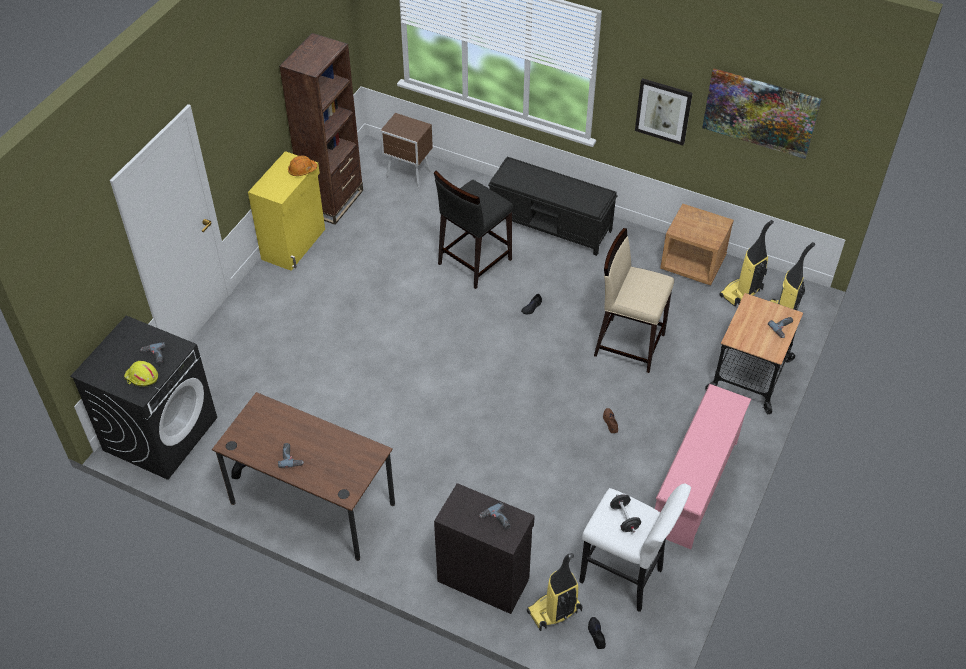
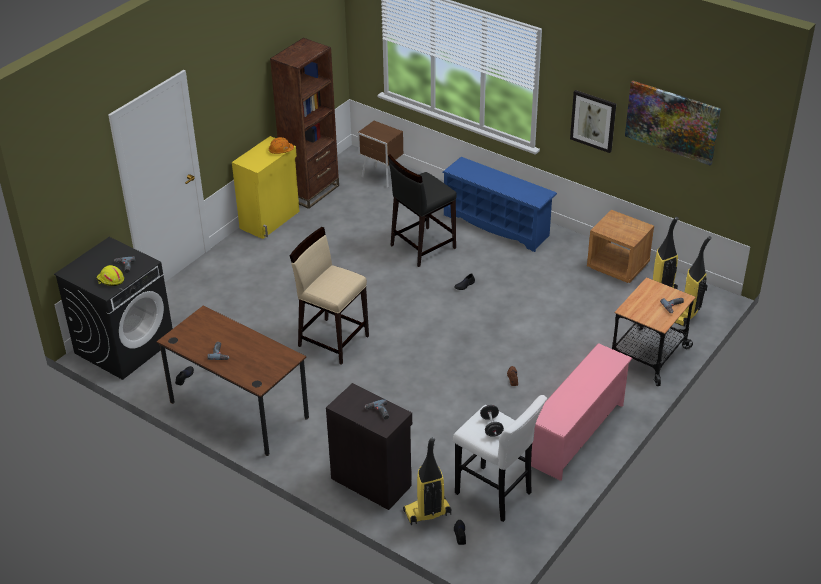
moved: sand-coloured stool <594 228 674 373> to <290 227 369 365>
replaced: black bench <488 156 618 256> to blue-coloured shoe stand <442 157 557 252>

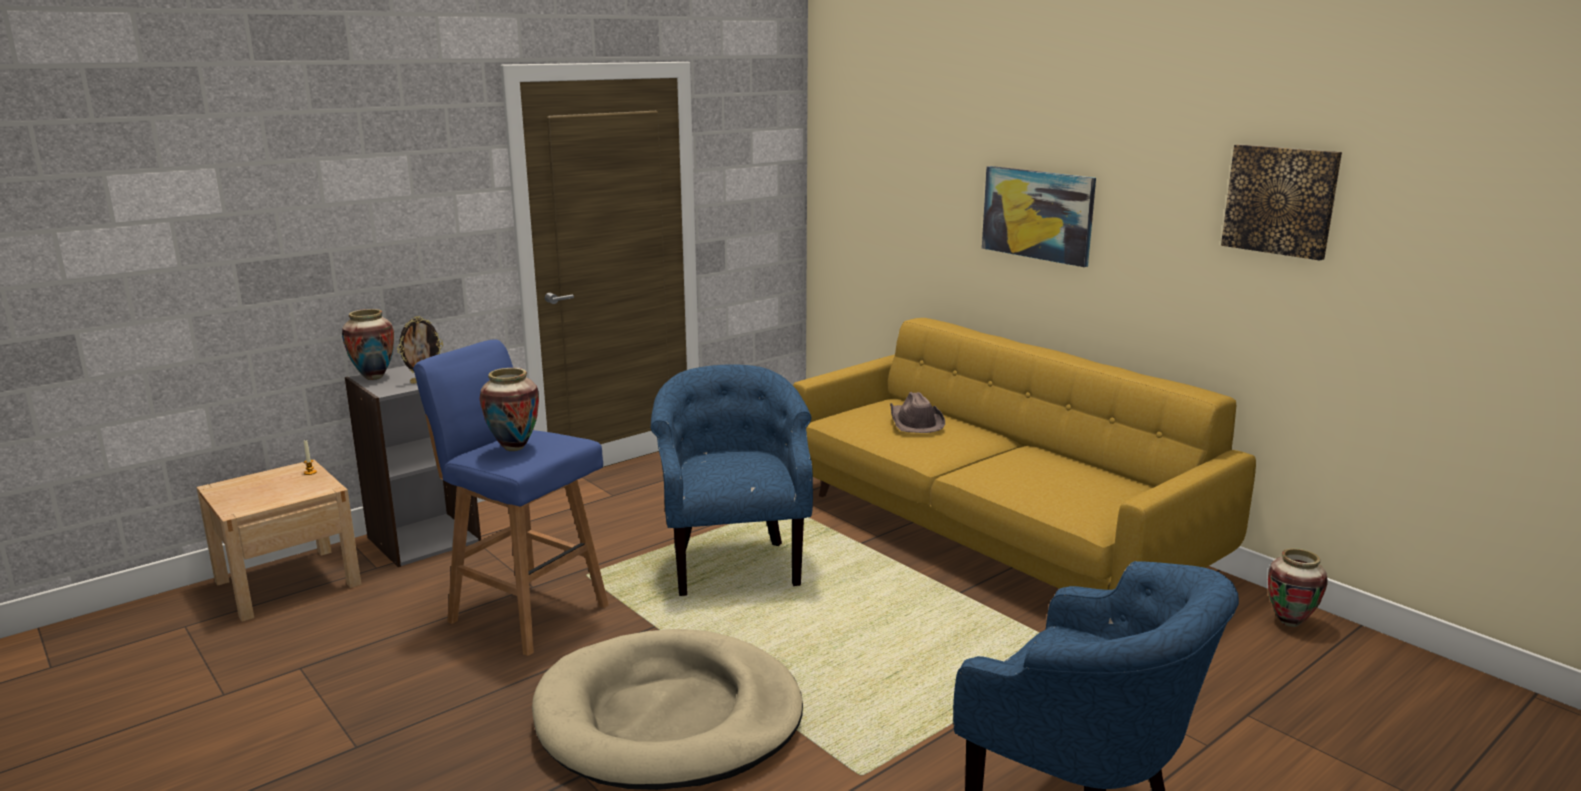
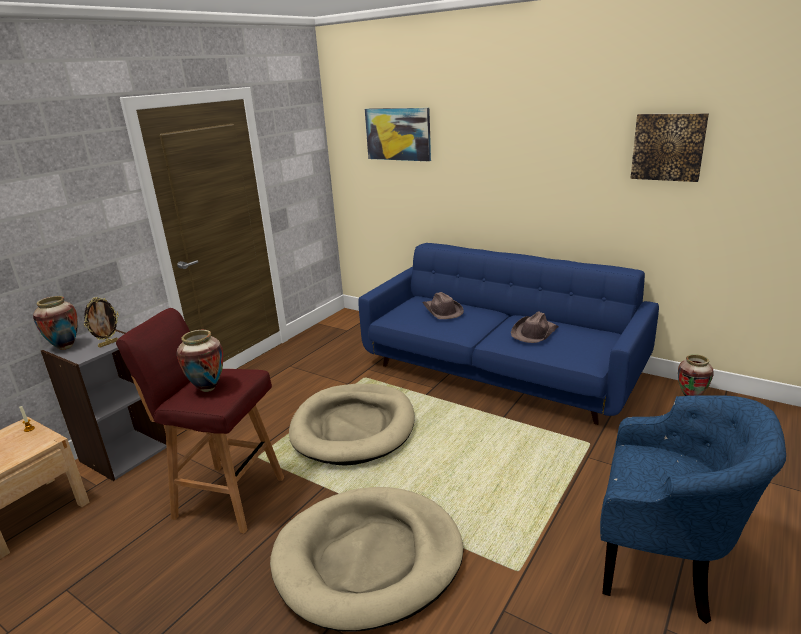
added: brown-coloured wearable hat <511 312 559 343>
moved: wall art <982 166 1096 267> to <365 108 431 161>
replaced: blue-coloured easy chair <651 364 813 596> to sand-coloured pet bed <289 384 415 466>
recoloured: blue-coloured stool <413 339 609 656> to red stool <116 308 284 533>; yellowish sofa <793 318 1256 590> to blue-coloured sofa <358 243 659 425>

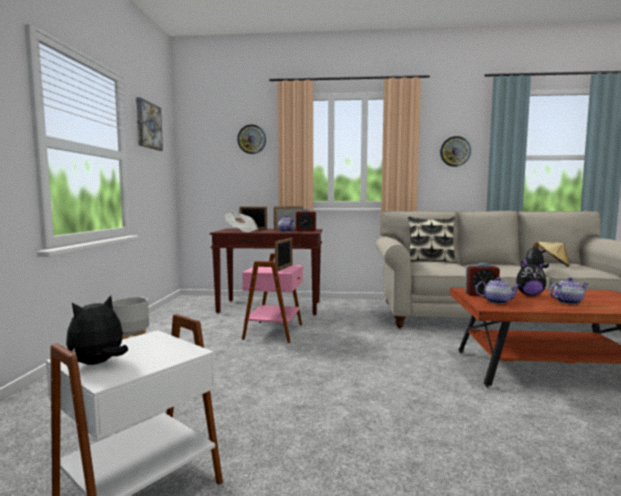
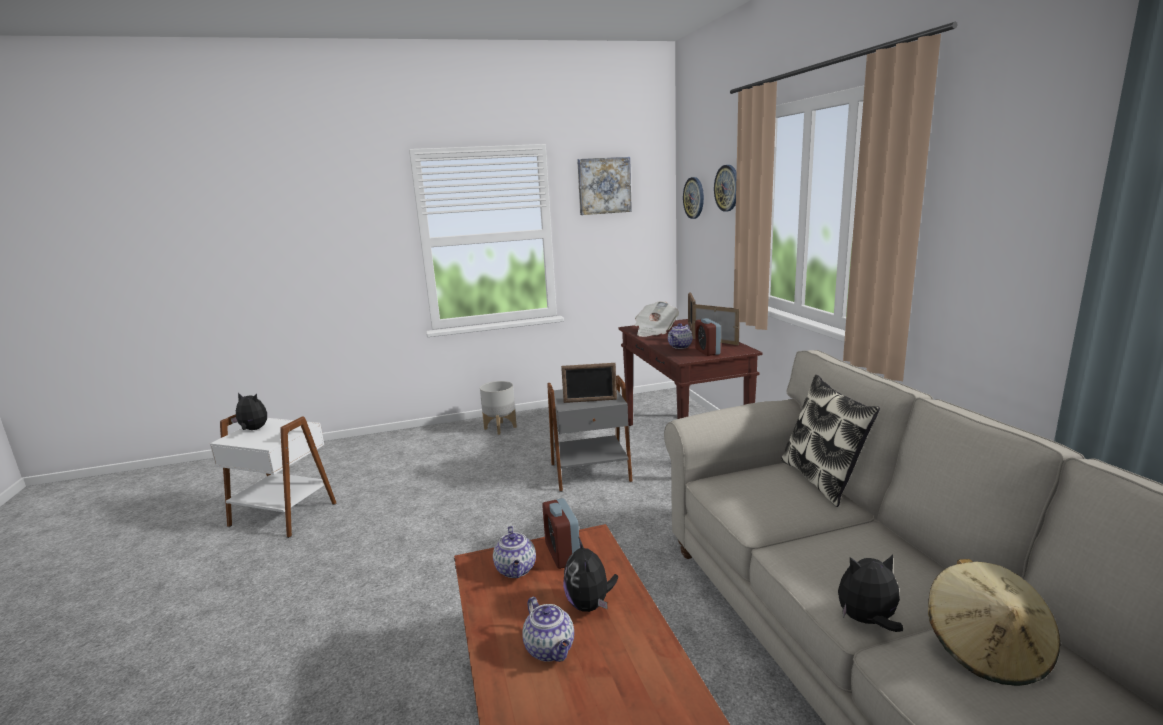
moved: hanging clock <440 136 471 167> to <683 177 704 219>
recoloured: pinkish accent table <242 253 303 343> to greyish accent table <547 375 633 492>

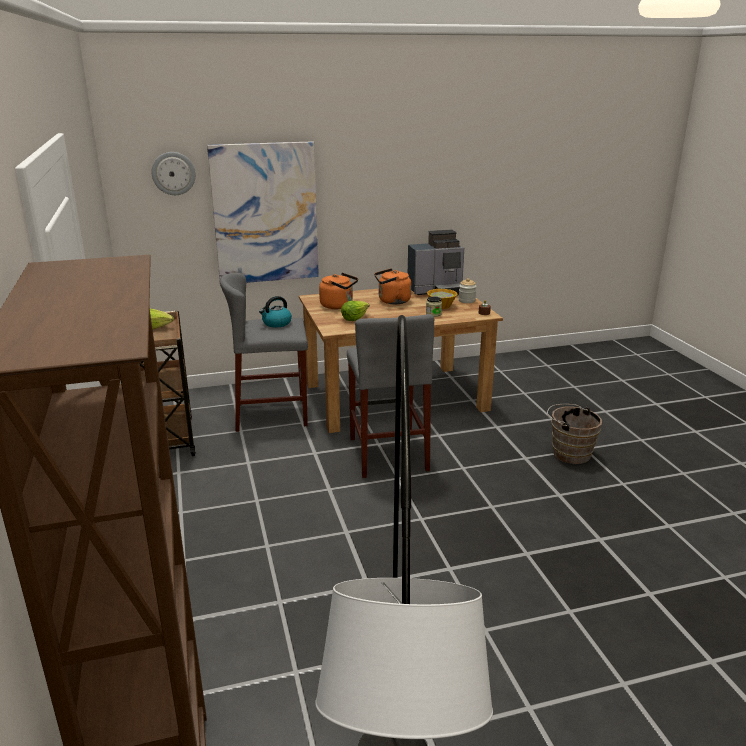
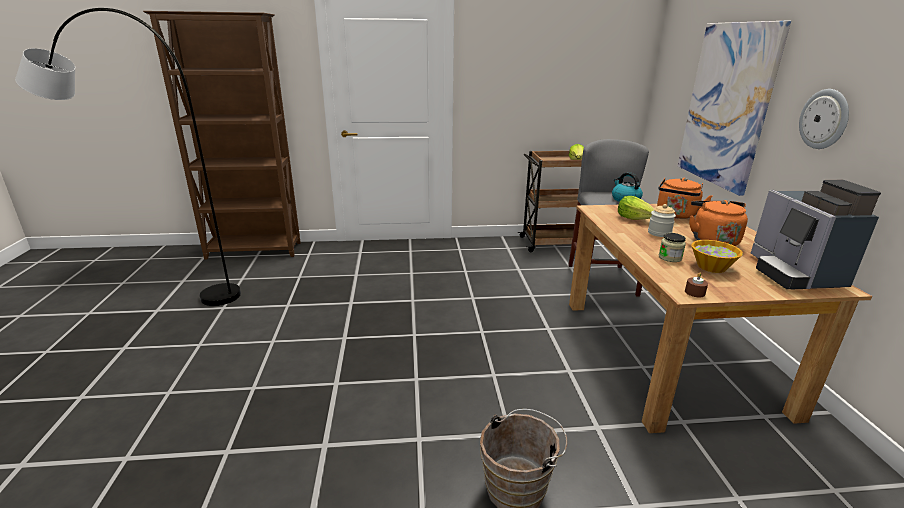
removed: greyish stool <347 314 434 478>
moved: hanging clock <151 152 196 195> to <799 89 849 149>; preserve jar <458 278 477 303> to <648 204 676 237>

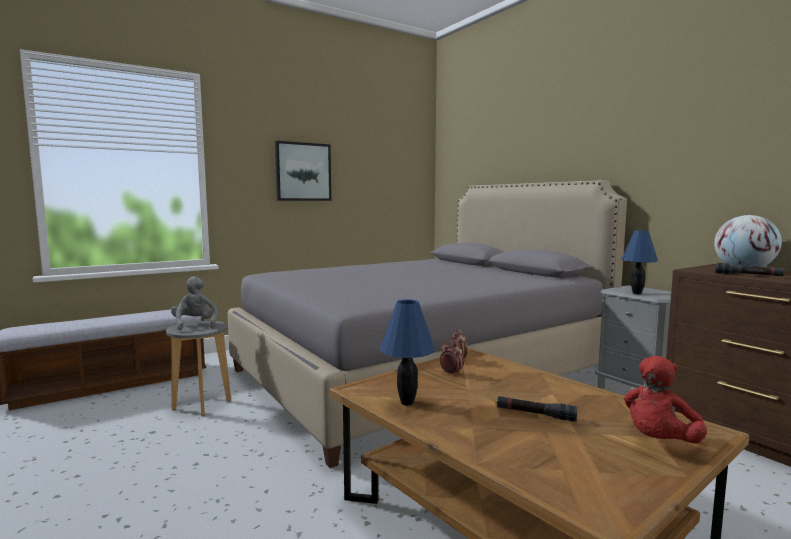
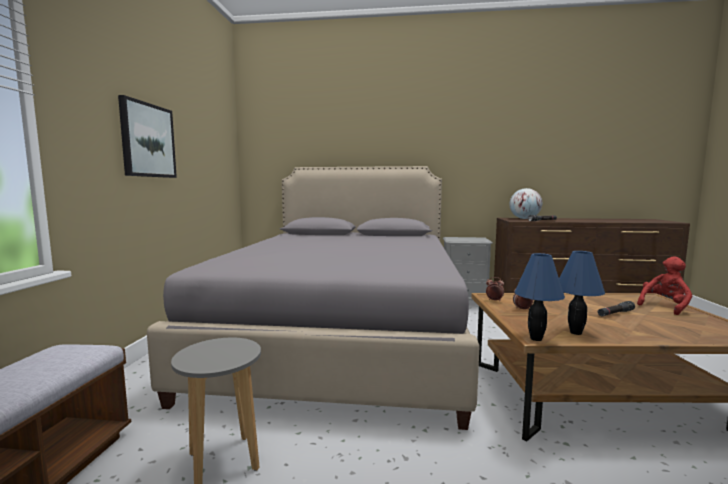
removed: greyish cuddly toy <171 276 218 330>
moved: blue-coloured table lamp <621 230 658 294> to <515 253 565 341>
turned: red cuddly toy <624 356 707 444> = <637 256 692 315> 120 degrees counterclockwise

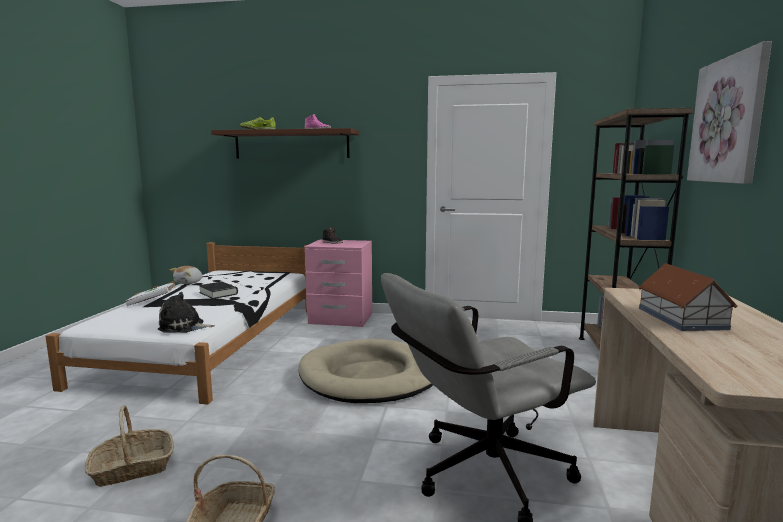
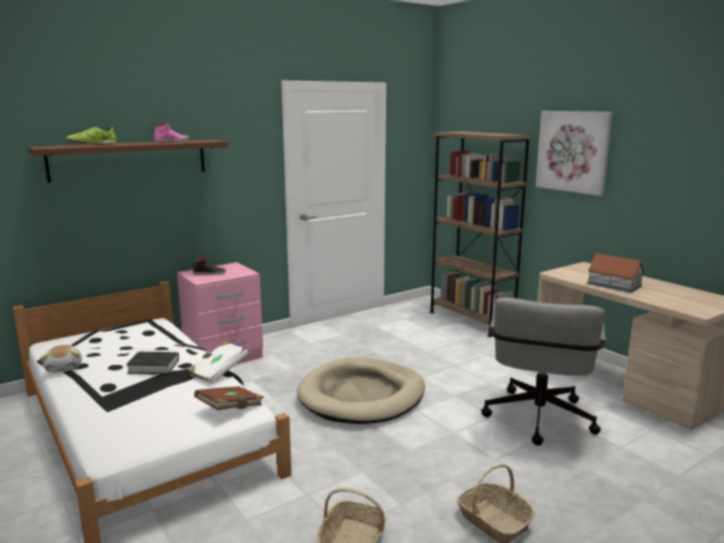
moved: whitish bound book <125 281 177 306> to <188 341 248 384>
replaced: cuddly toy <157 292 215 333> to brown-coloured bound book <194 386 264 410>

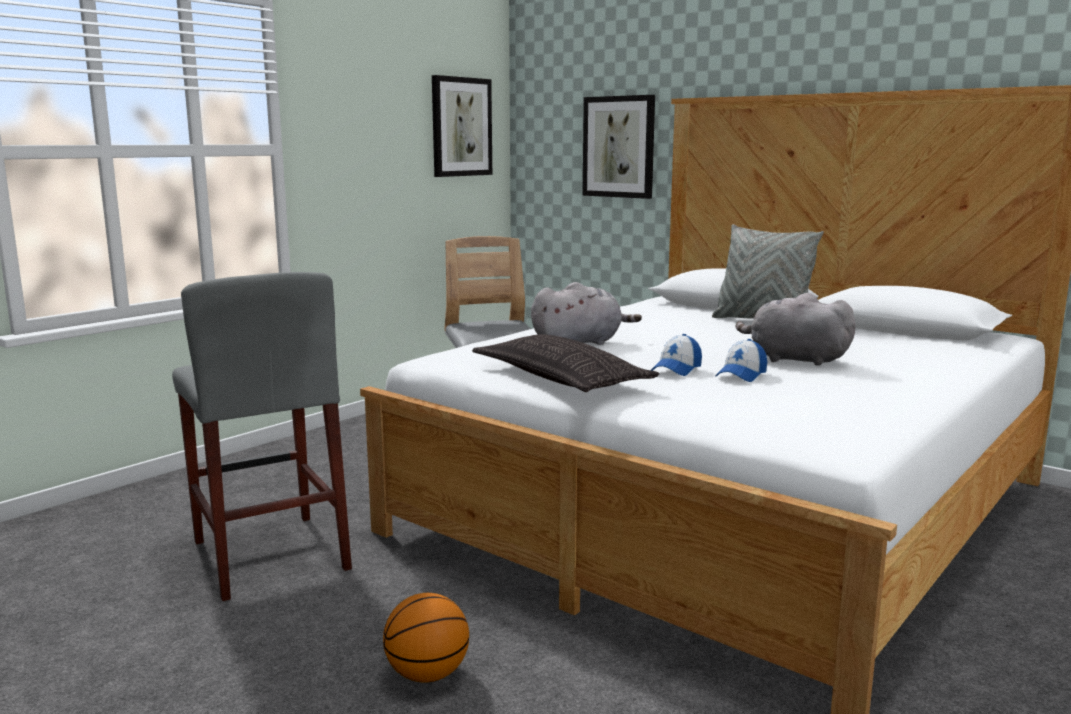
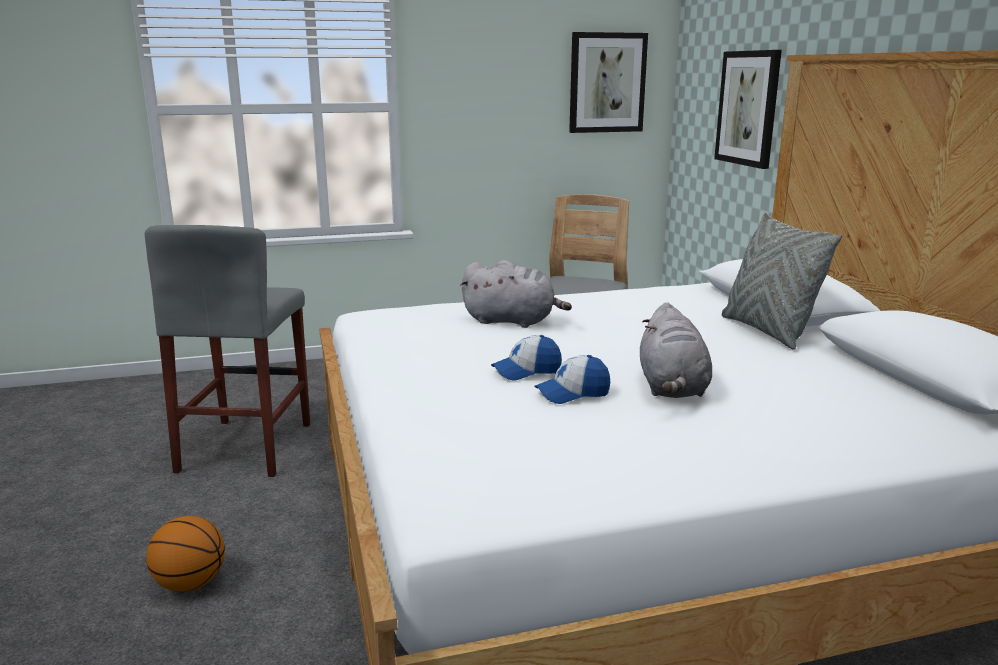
removed: pillow <472 334 659 392>
turned: greyish cuddly toy <736 293 855 366> = <640 302 712 398> 150 degrees counterclockwise

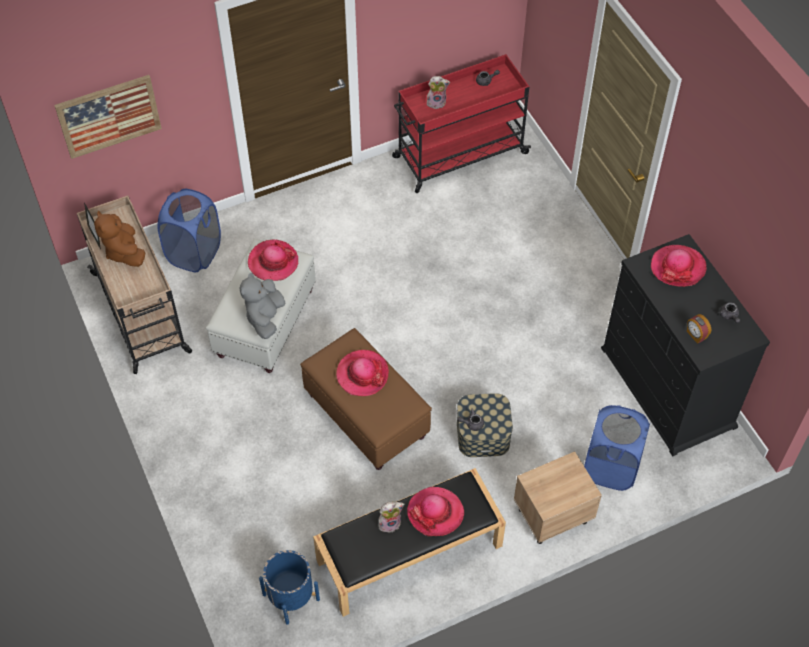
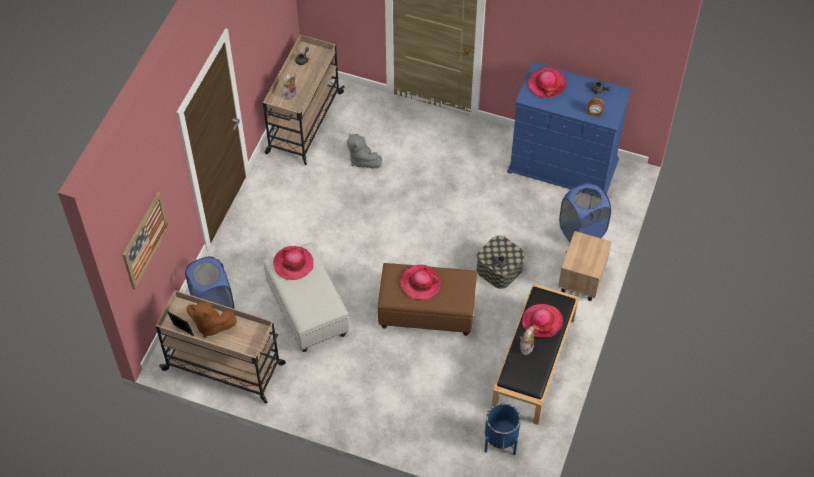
moved: greyish cuddly toy <239 272 285 339> to <347 133 382 169>
recoloured: red wheeled cart <392 54 531 193> to sand-coloured wheeled cart <263 35 345 165>; black chest of drawers <601 234 770 456> to blue-coloured chest of drawers <507 62 631 195>

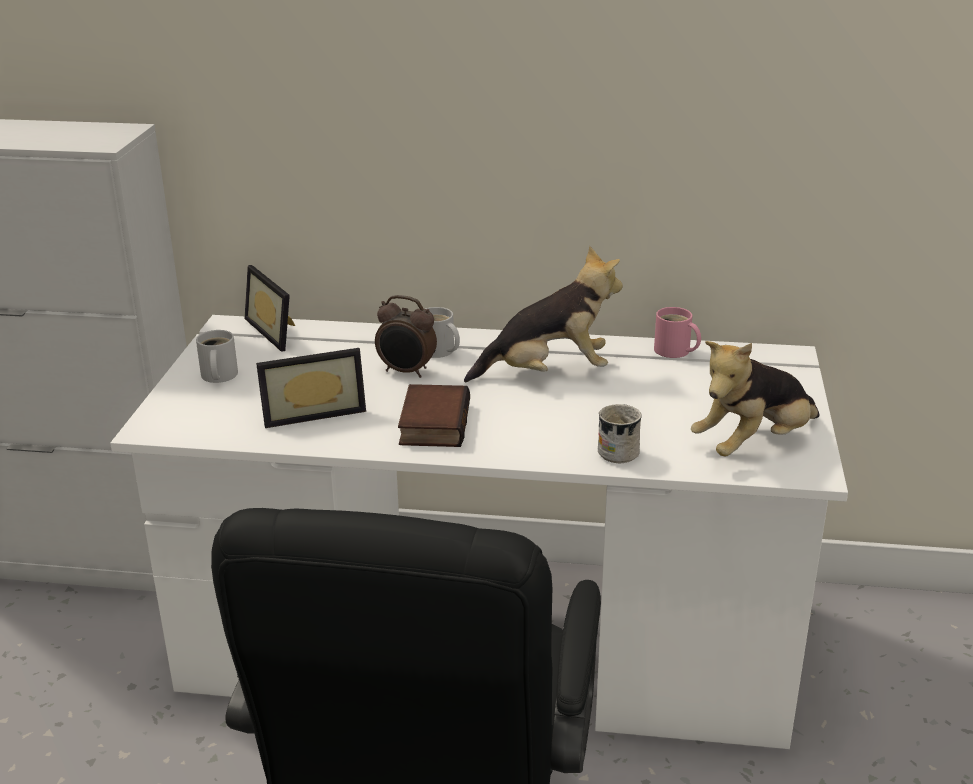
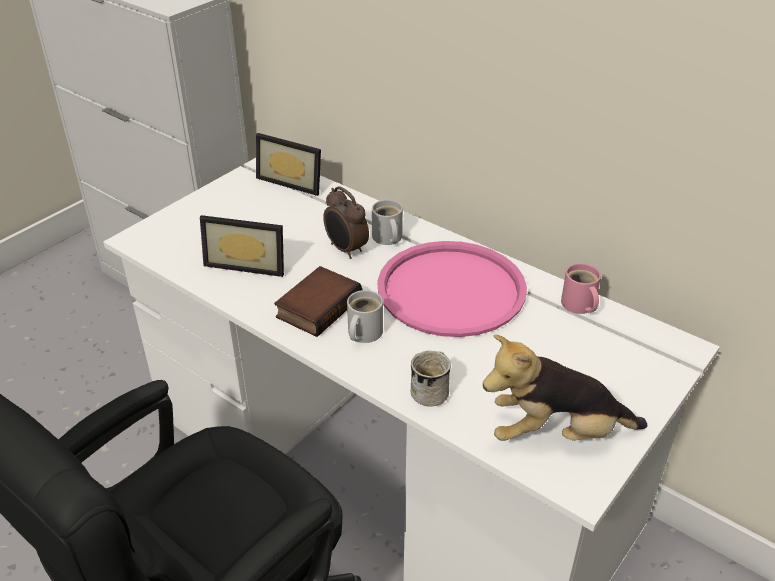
moved: whitish tea mug <196 330 238 383> to <347 290 383 343>
replaced: cuddly toy <464 246 623 383> to pinkish serving tray <377 241 527 337>
turned: picture frame <244 265 295 352> = <256 133 321 196> 60 degrees counterclockwise

